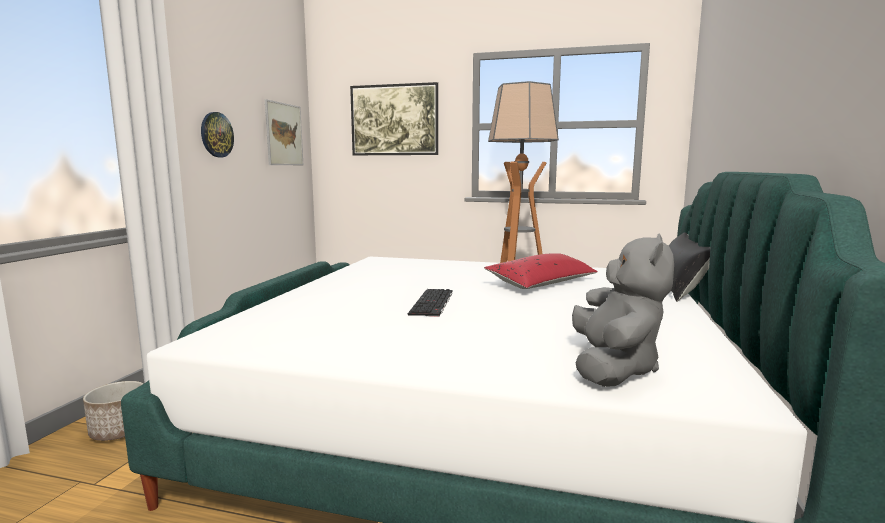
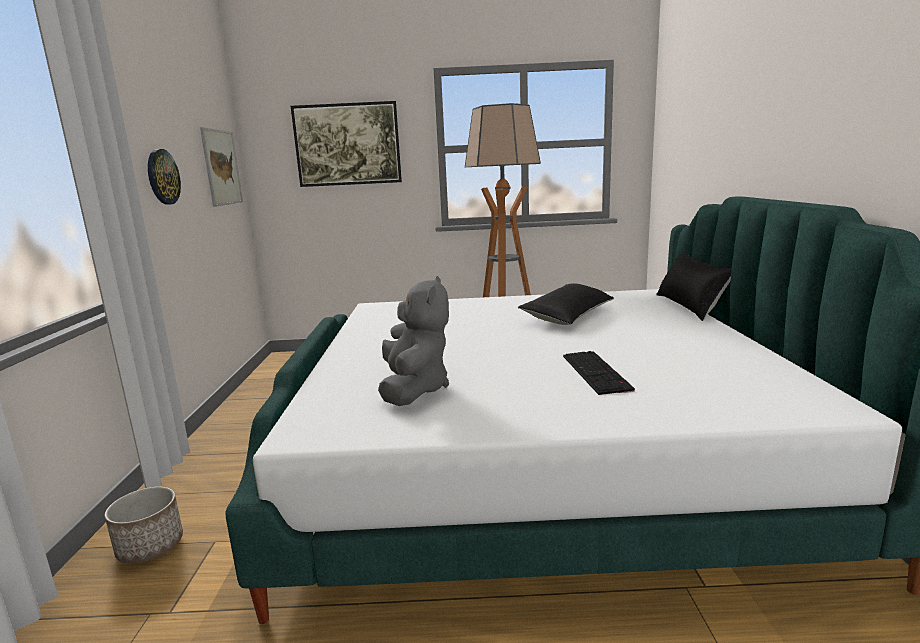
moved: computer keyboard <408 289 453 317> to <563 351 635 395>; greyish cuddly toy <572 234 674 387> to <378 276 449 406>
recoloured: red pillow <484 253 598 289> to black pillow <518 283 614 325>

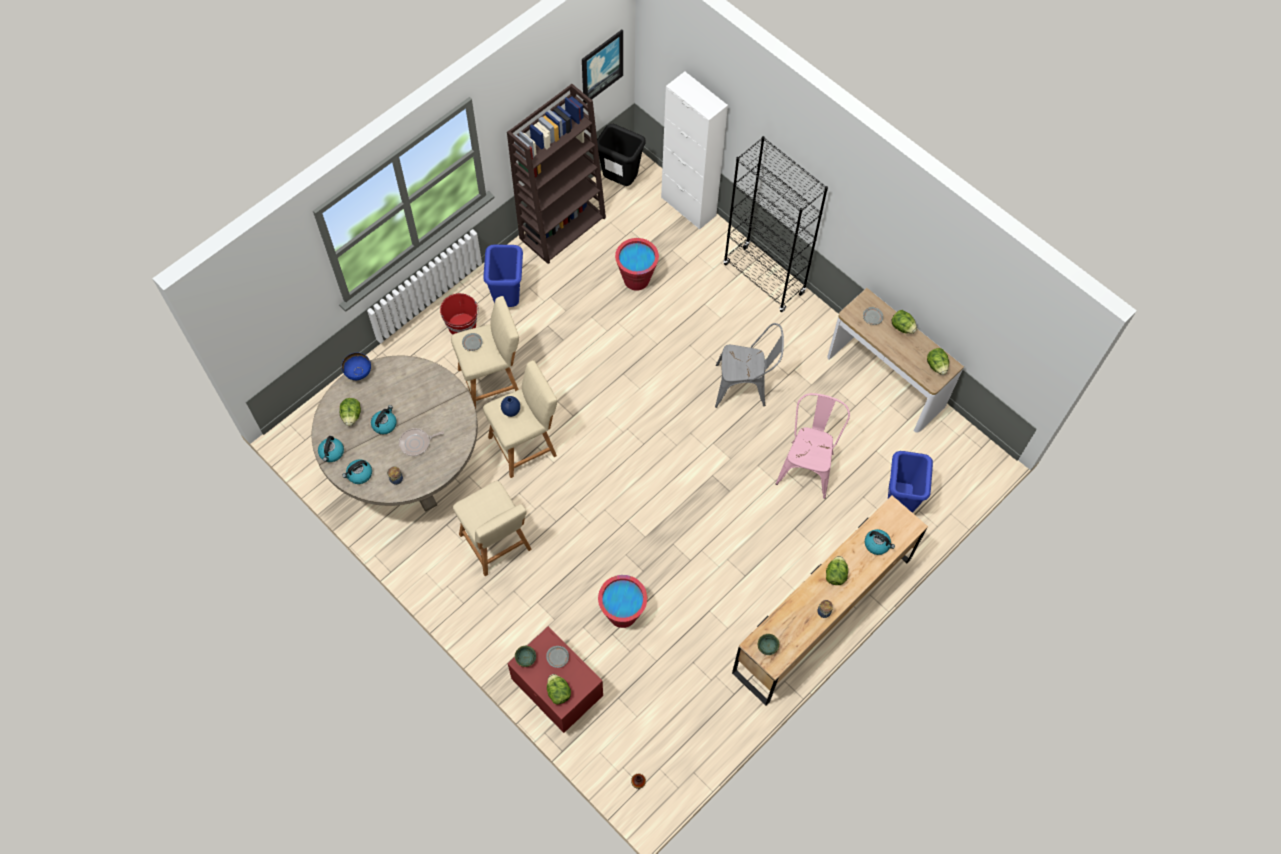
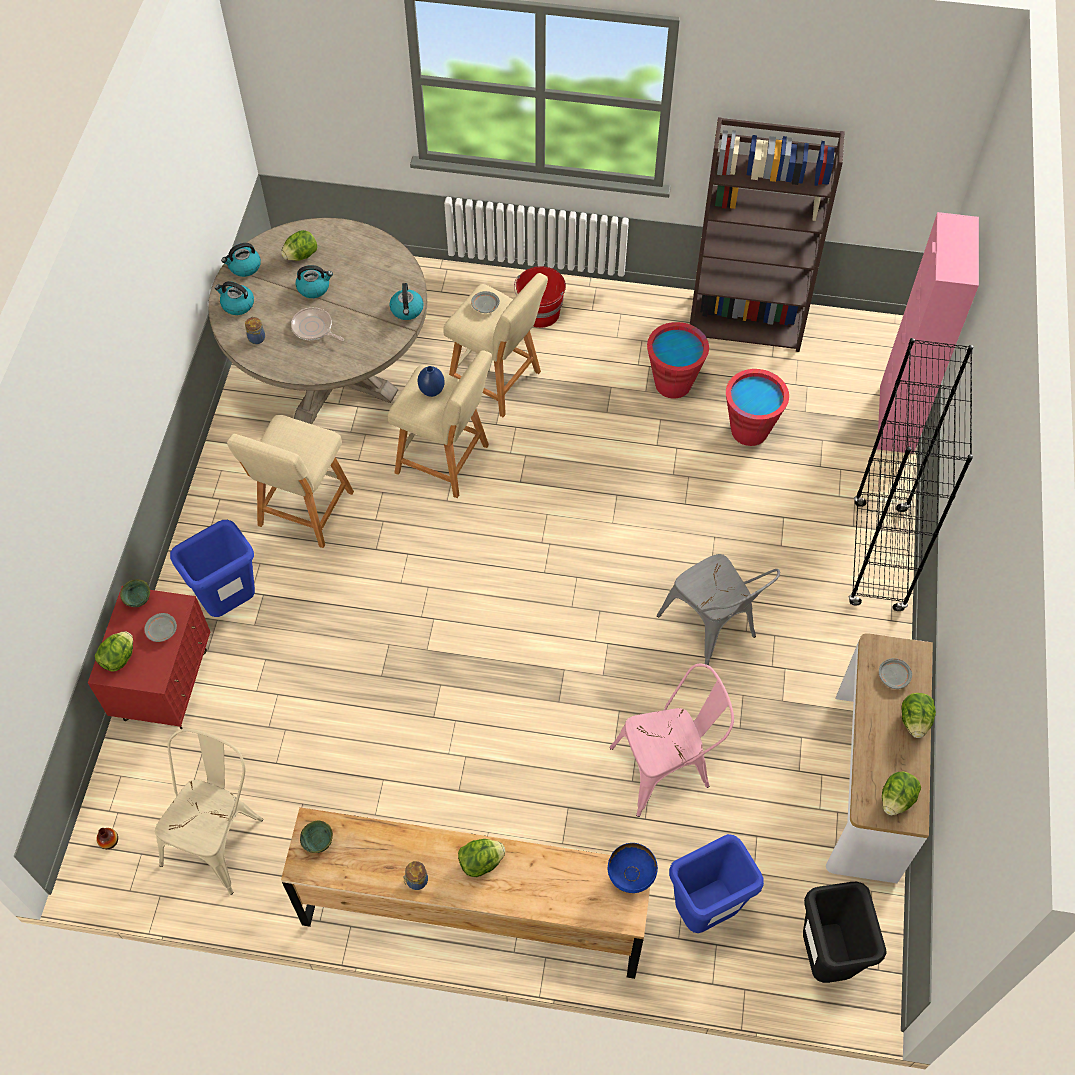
removed: wall art <582 30 623 104>
added: sand-coloured plain chair <155 729 263 895>
moved: blue-coloured deep dish <342 353 371 380> to <608 843 658 893>; blue-coloured waste bin <483 245 523 307> to <170 520 255 617>; black waste bin <597 124 645 186> to <803 882 887 983>; red bucket <598 575 647 628> to <647 322 709 399>; tea kettle <865 529 895 555> to <390 283 424 320>
recoloured: whitish cupboard <661 72 728 230> to pinkish cupboard <877 212 979 453>

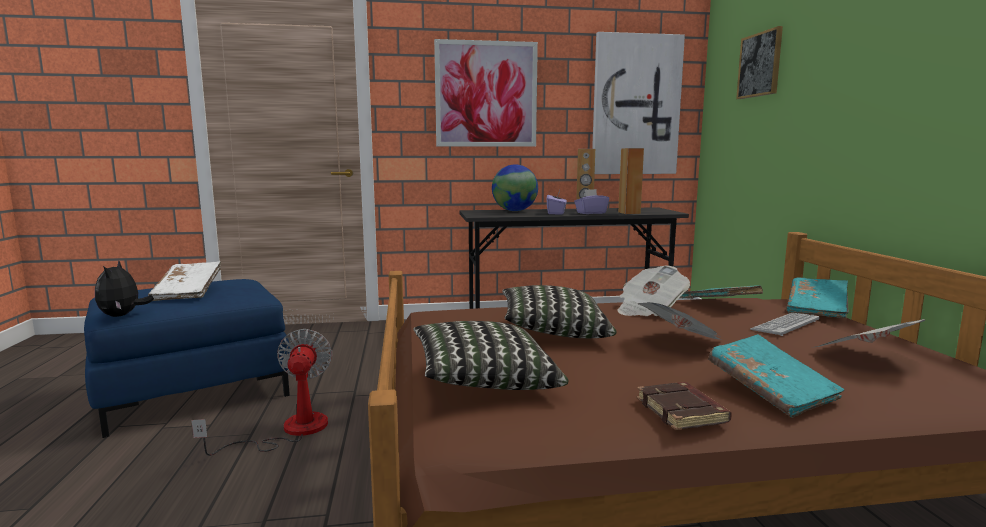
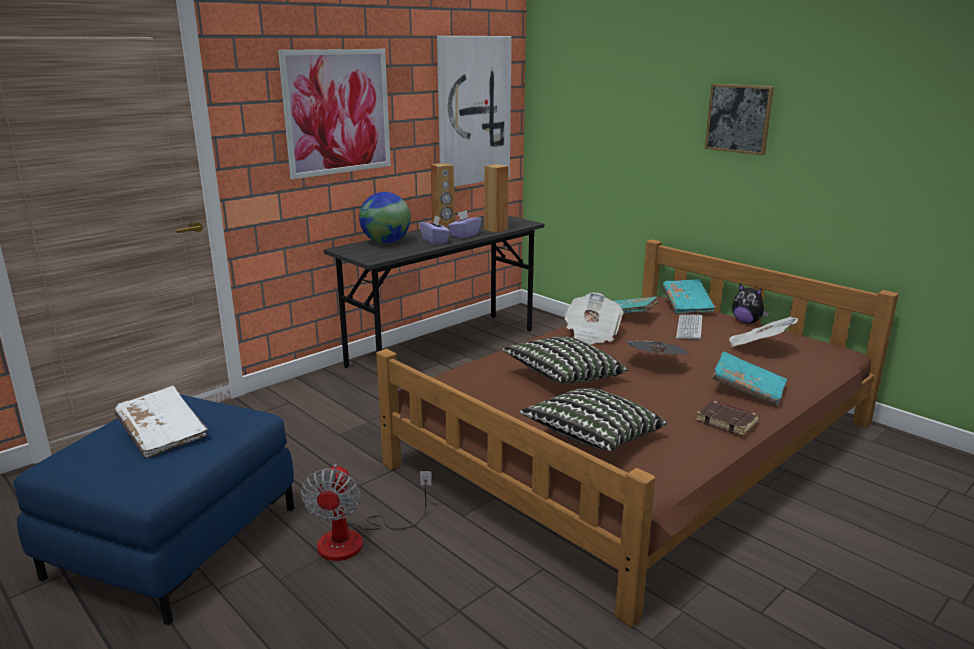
moved: cuddly toy <95 260 154 317> to <732 284 769 324>; wall art <736 26 783 99> to <705 84 774 155>
turned: electric fan <191 329 332 456> = <301 464 432 561> 135 degrees counterclockwise

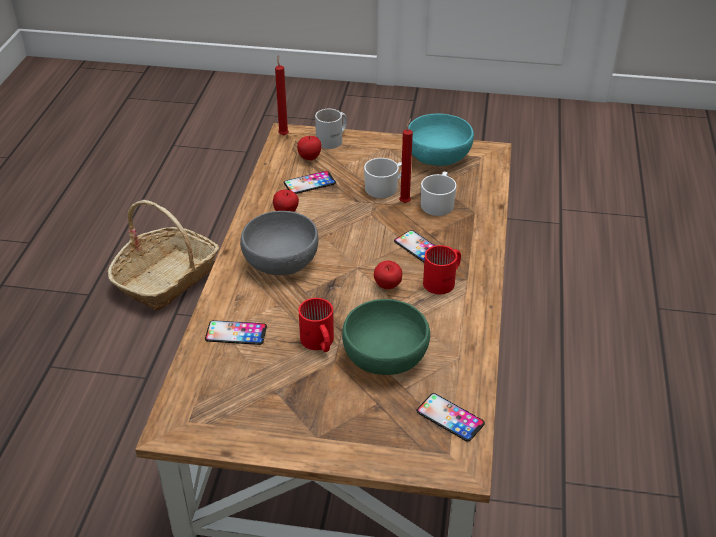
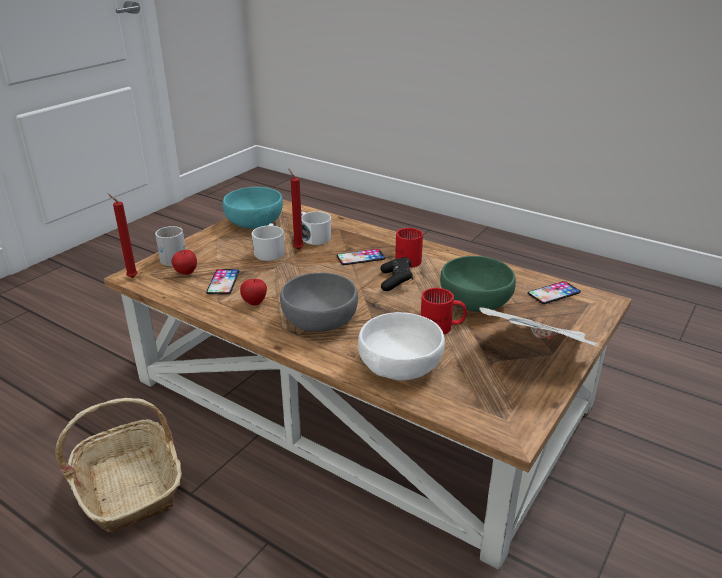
added: printed paper <480 307 599 347>
replaced: handset <205 320 267 345> to whitish deep dish <358 312 445 380>; whole apple <374 261 402 289> to black joypad <381 257 413 291>

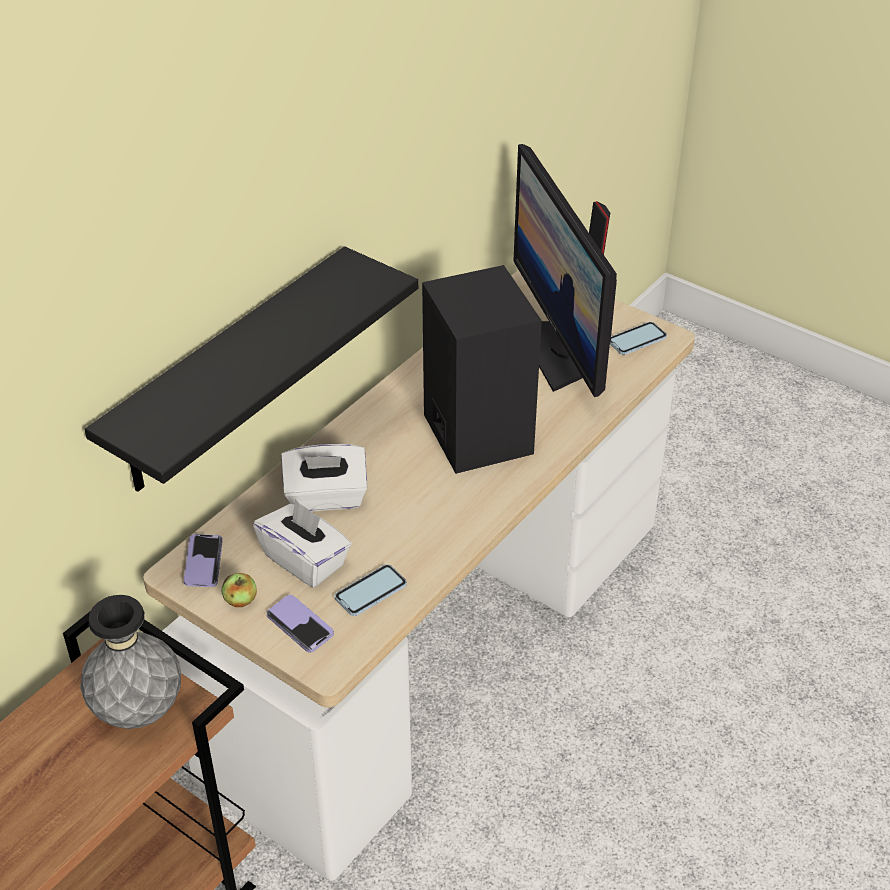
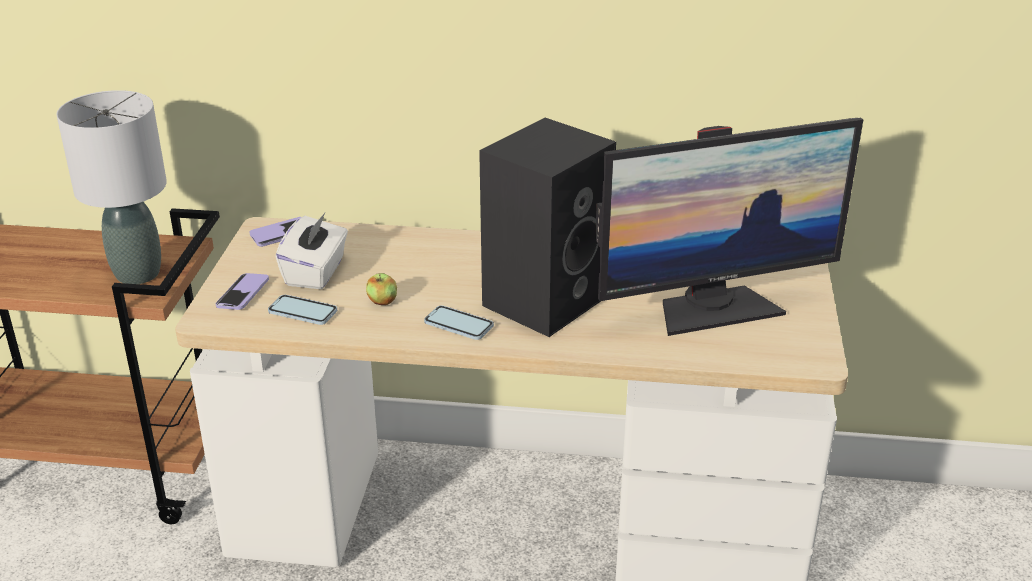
removed: black wall shelf <84 246 418 492>; whitish tissue holder <281 444 368 512>
moved: whole apple <222 573 257 607> to <366 273 397 305>; handset <610 322 667 355> to <424 305 494 340>
replaced: greyish vase <80 595 181 729> to greyish table lamp <57 90 167 284>
turned: computer display <514 144 617 397> = <595 118 863 336> 150 degrees counterclockwise

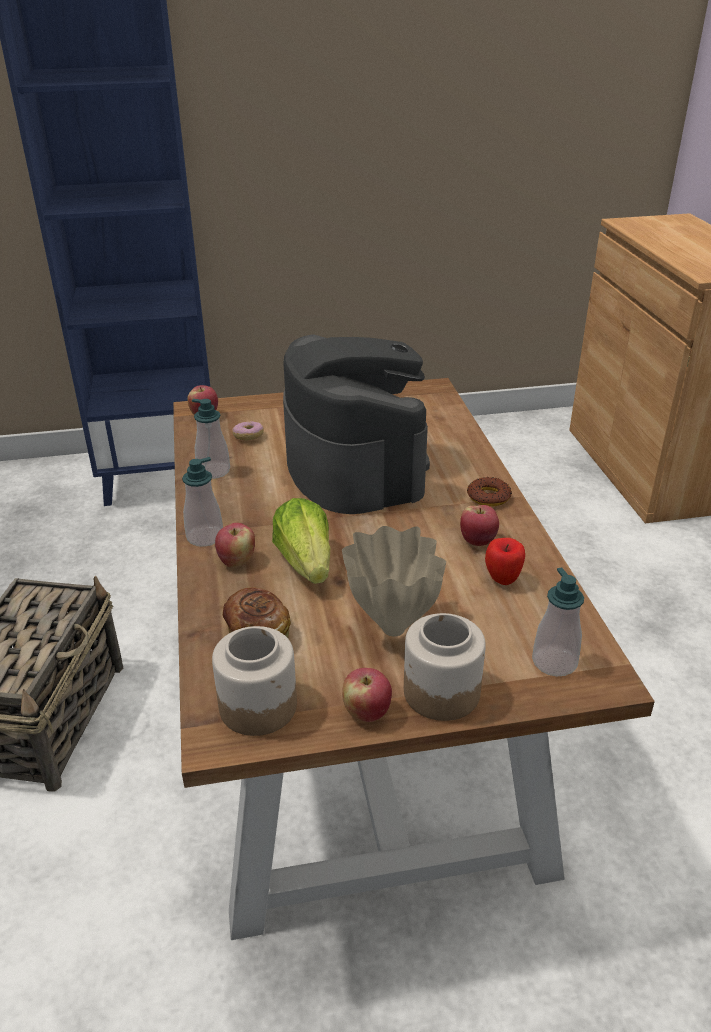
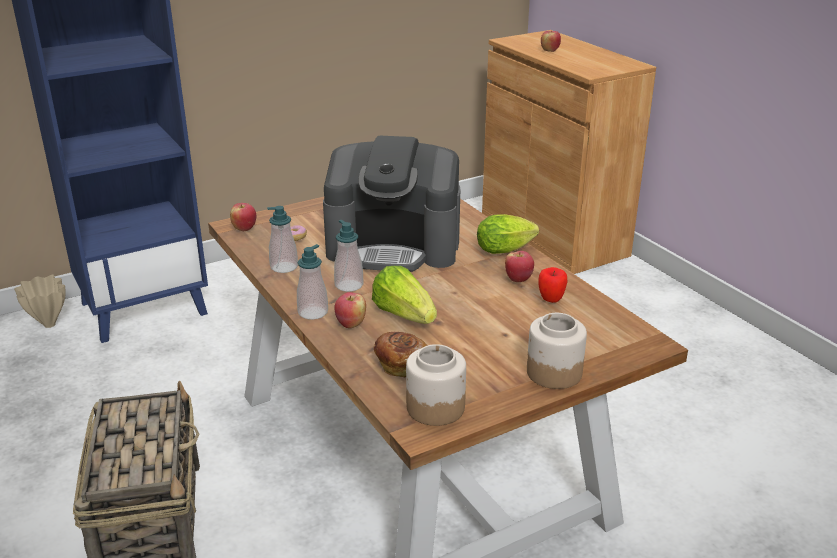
moved: sand-coloured vase <342 526 446 636> to <14 274 66 328>; whole apple <342 668 392 722> to <541 31 561 52>; soap dispenser <532 568 584 677> to <334 220 363 292>
replaced: doughnut <467 477 512 506> to lettuce <477 214 539 254>
turned: coffee maker <283 334 430 514> = <323 136 460 272> 135 degrees clockwise

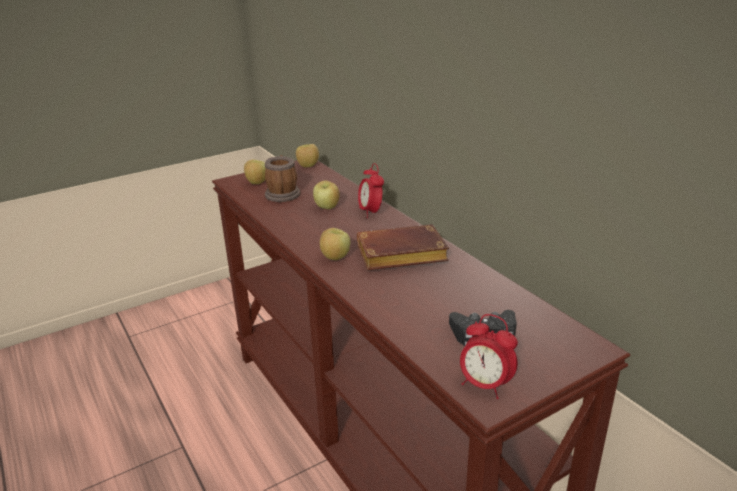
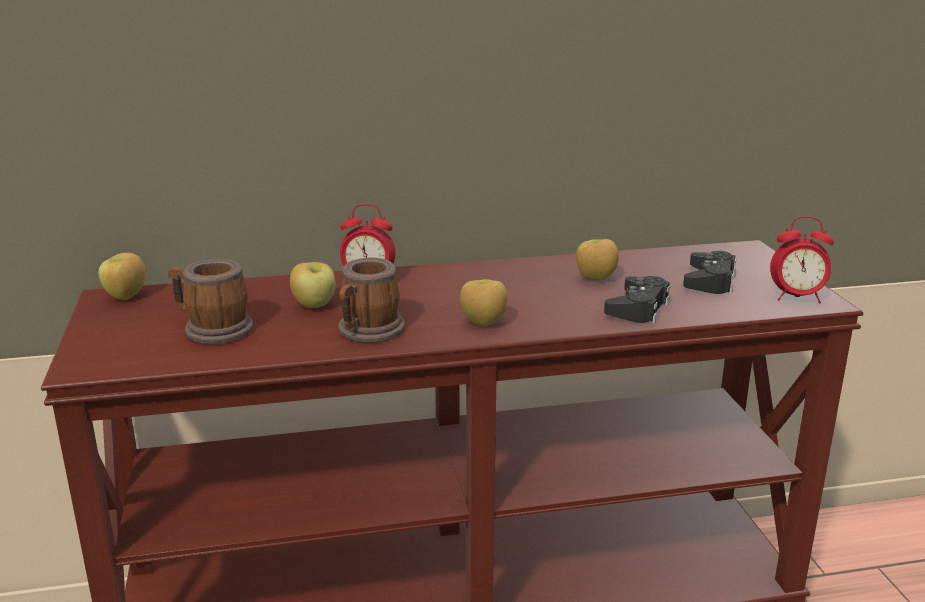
removed: brown-coloured bound book <357 224 449 270>
added: tea mug <338 257 405 343>; black joypad <604 276 670 323>
moved: whole apple <244 159 266 184> to <576 239 619 281>
turned: table clock <460 314 518 399> = <770 216 834 303> 45 degrees clockwise

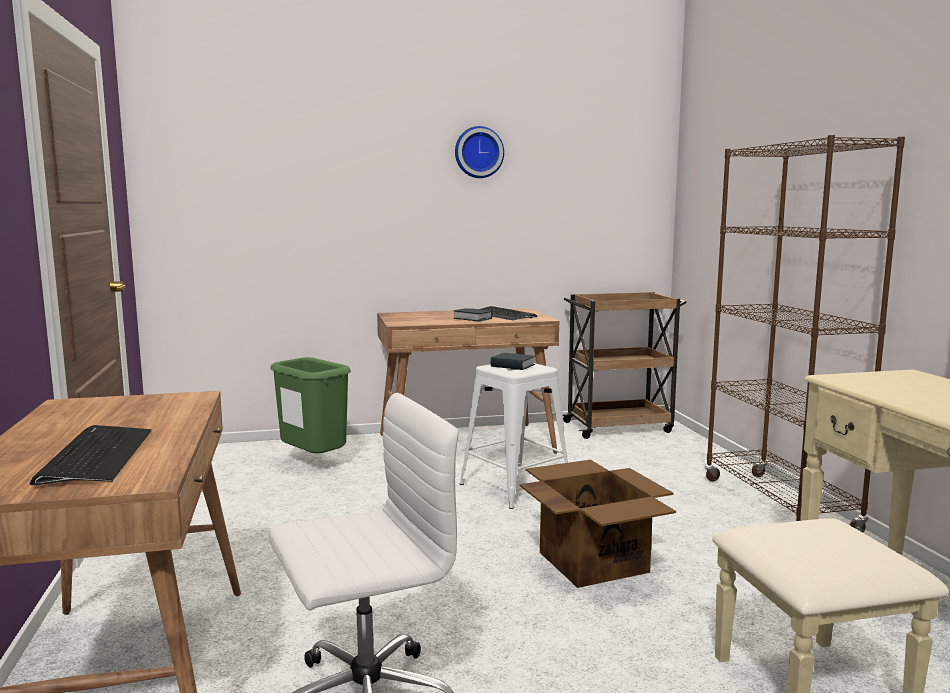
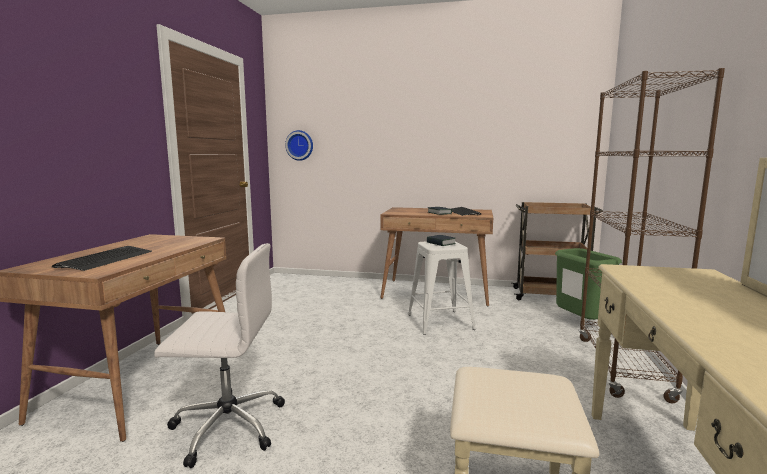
removed: cardboard box <520 460 676 588>
moved: green-coloured waste bin <270 357 351 453> to <555 248 622 320>; hanging clock <455 126 504 178> to <285 130 313 161>

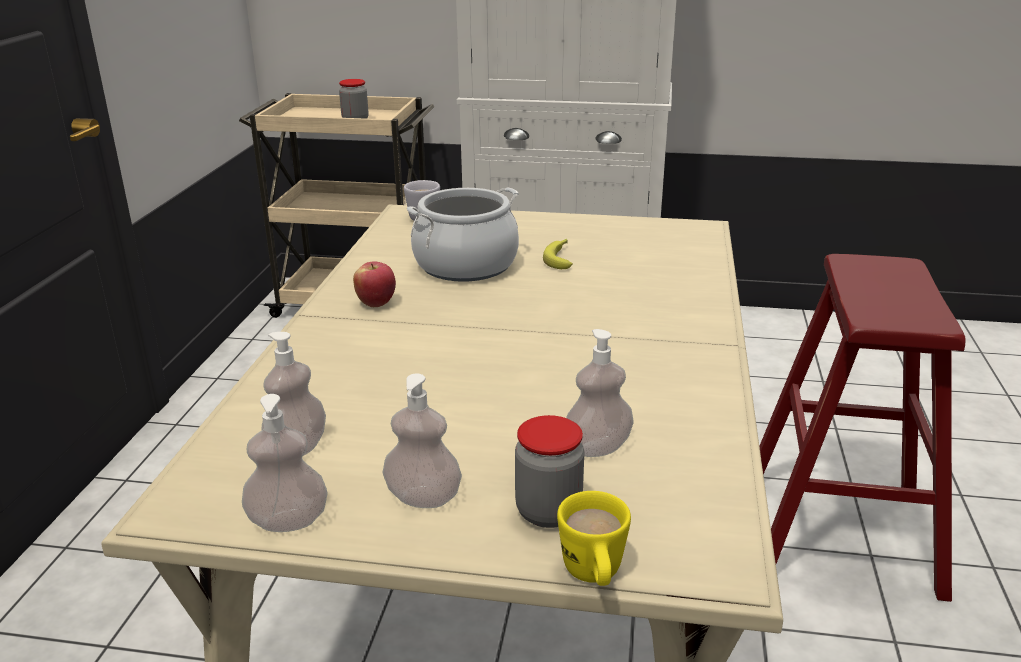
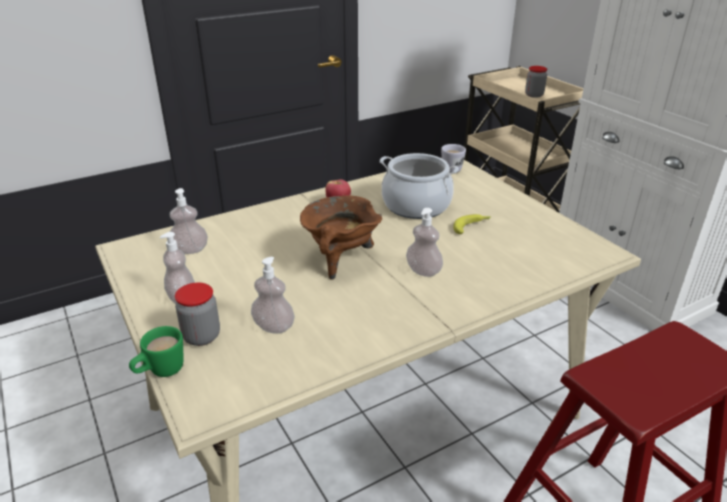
added: brown-coloured saucepot <300 196 382 280>
moved: soap dispenser <242 394 328 532> to <406 208 443 277>
recoloured: yellowish tea mug <557 491 631 586> to green-coloured tea mug <129 326 183 377>

